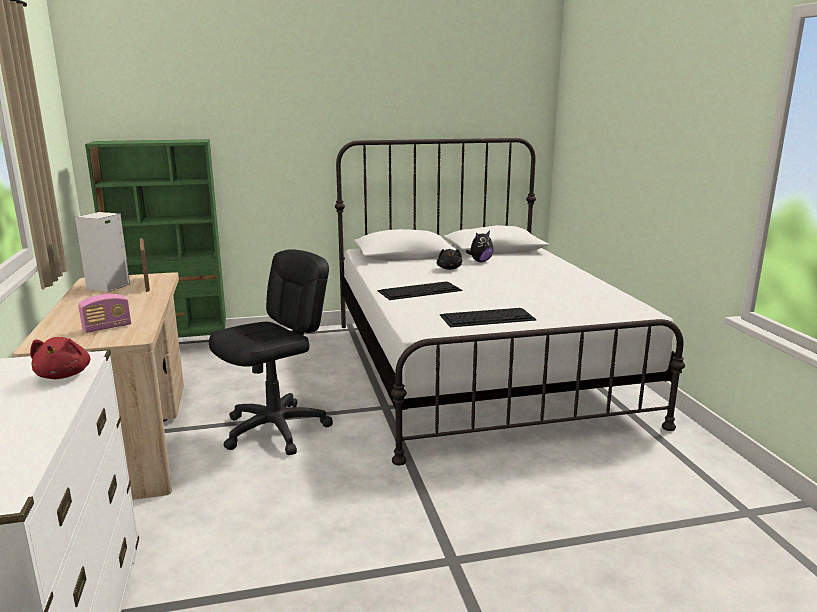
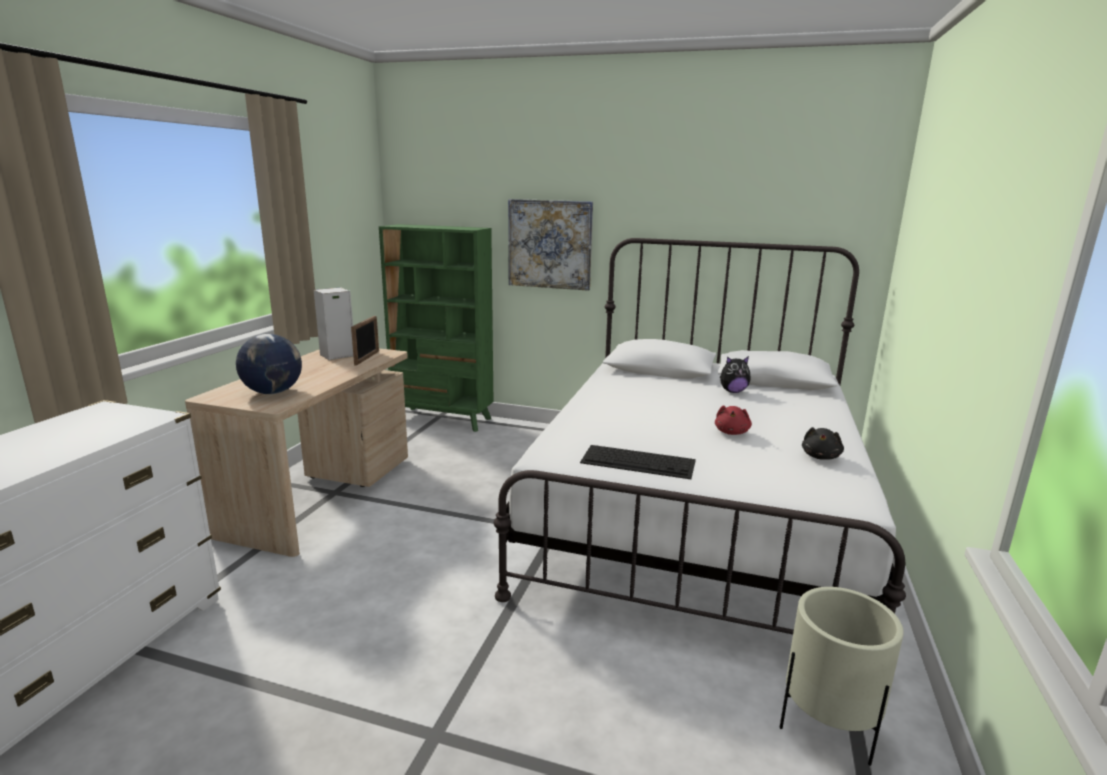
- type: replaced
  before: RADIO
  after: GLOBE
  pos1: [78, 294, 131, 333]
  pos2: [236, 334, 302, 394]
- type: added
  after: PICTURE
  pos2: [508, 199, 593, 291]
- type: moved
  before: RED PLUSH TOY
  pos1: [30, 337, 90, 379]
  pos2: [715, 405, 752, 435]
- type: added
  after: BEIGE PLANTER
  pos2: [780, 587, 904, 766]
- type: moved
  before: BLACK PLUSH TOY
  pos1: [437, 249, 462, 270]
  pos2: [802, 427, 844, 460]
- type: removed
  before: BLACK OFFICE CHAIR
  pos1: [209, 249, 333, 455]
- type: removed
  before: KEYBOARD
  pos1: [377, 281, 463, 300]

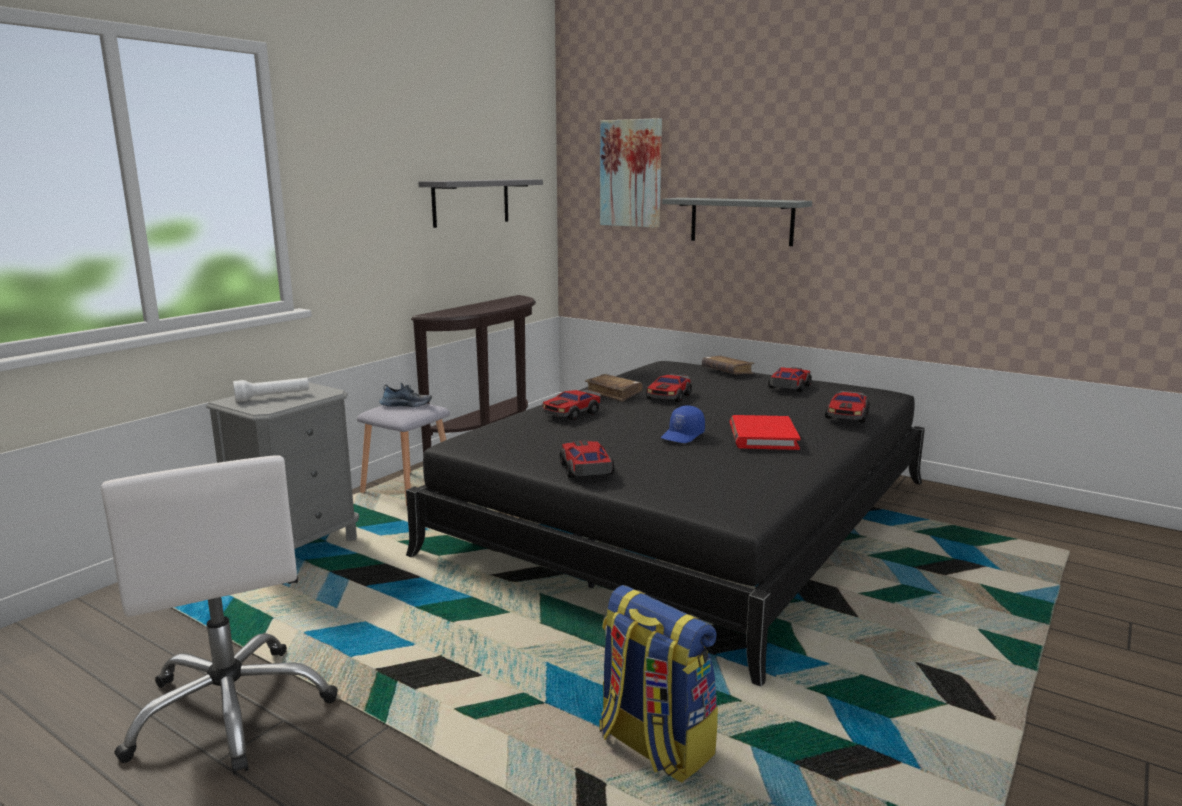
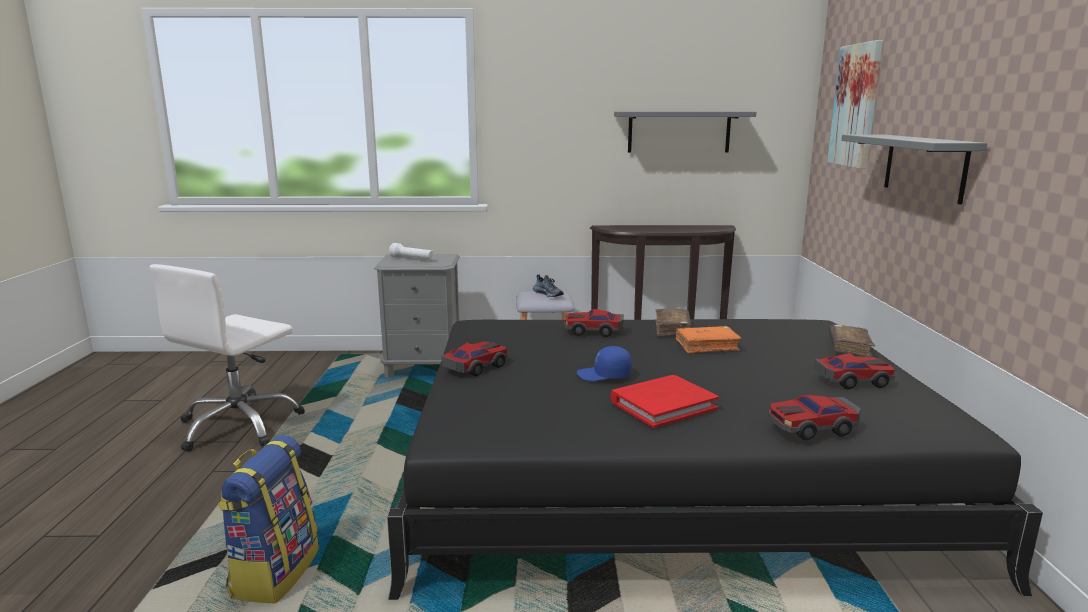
- type: replaced
  before: TOY CAR
  after: ORANGE BOOK
  pos1: [646, 374, 692, 402]
  pos2: [676, 326, 741, 353]

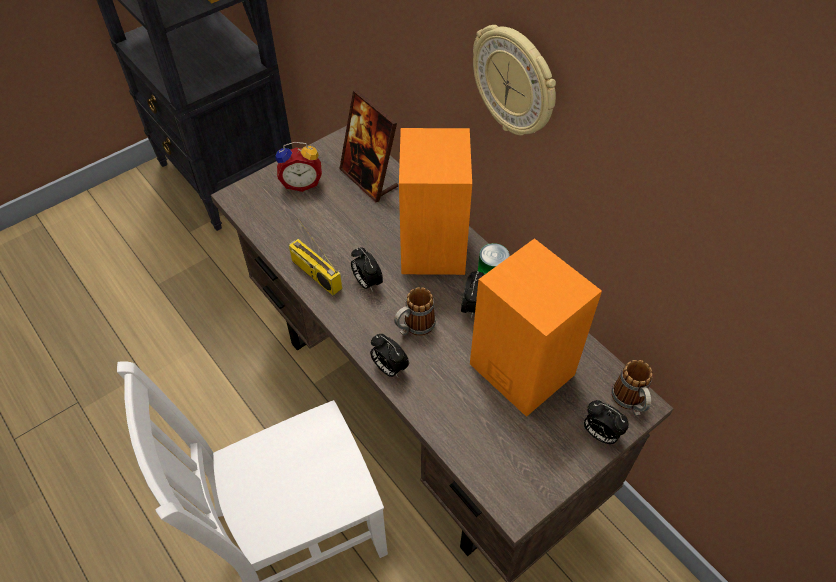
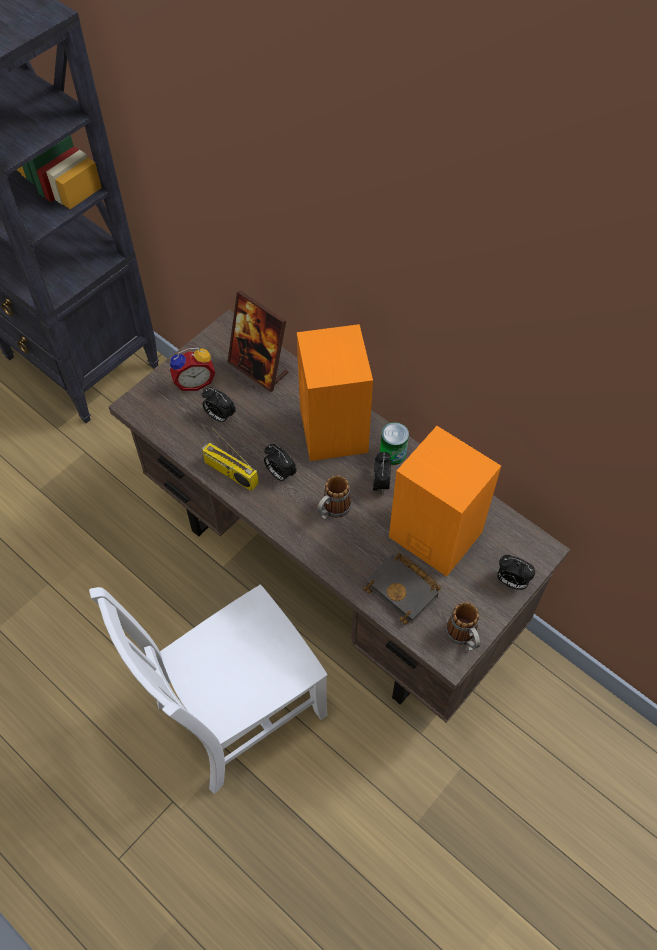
- type: moved
  before: ALARM CLOCK
  pos1: [370, 334, 409, 377]
  pos2: [202, 387, 236, 422]
- type: added
  after: BLACK BOOK
  pos2: [363, 553, 441, 625]
- type: moved
  before: MUG
  pos1: [611, 360, 653, 416]
  pos2: [446, 602, 480, 651]
- type: removed
  before: WALL CLOCK
  pos1: [473, 25, 556, 136]

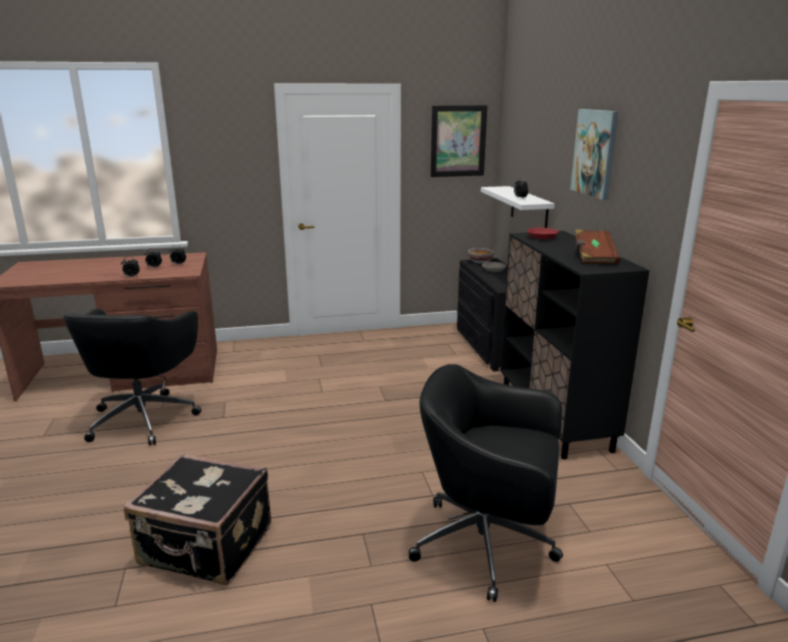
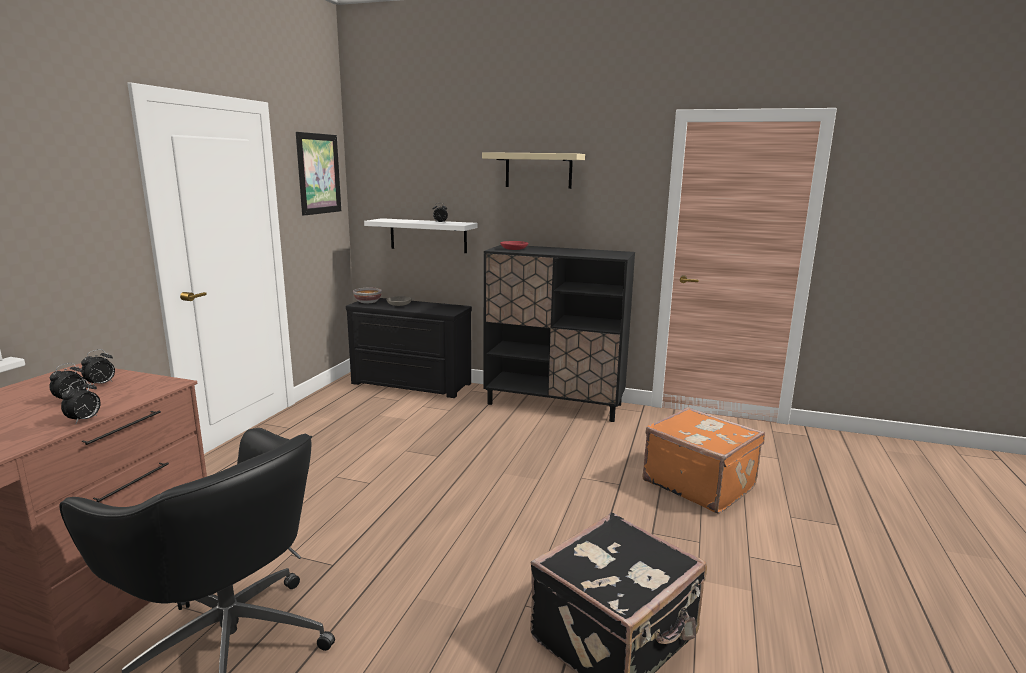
- type: replaced
  before: PICTURE
  after: BEIGE SHELF
  pos1: [570, 109, 619, 200]
  pos2: [482, 152, 585, 189]
- type: replaced
  before: BLACK OFFICE CHAIR
  after: ORANGE SUITCASE
  pos1: [409, 364, 563, 602]
  pos2: [642, 407, 765, 514]
- type: removed
  before: BROWN BOOK
  pos1: [575, 229, 620, 264]

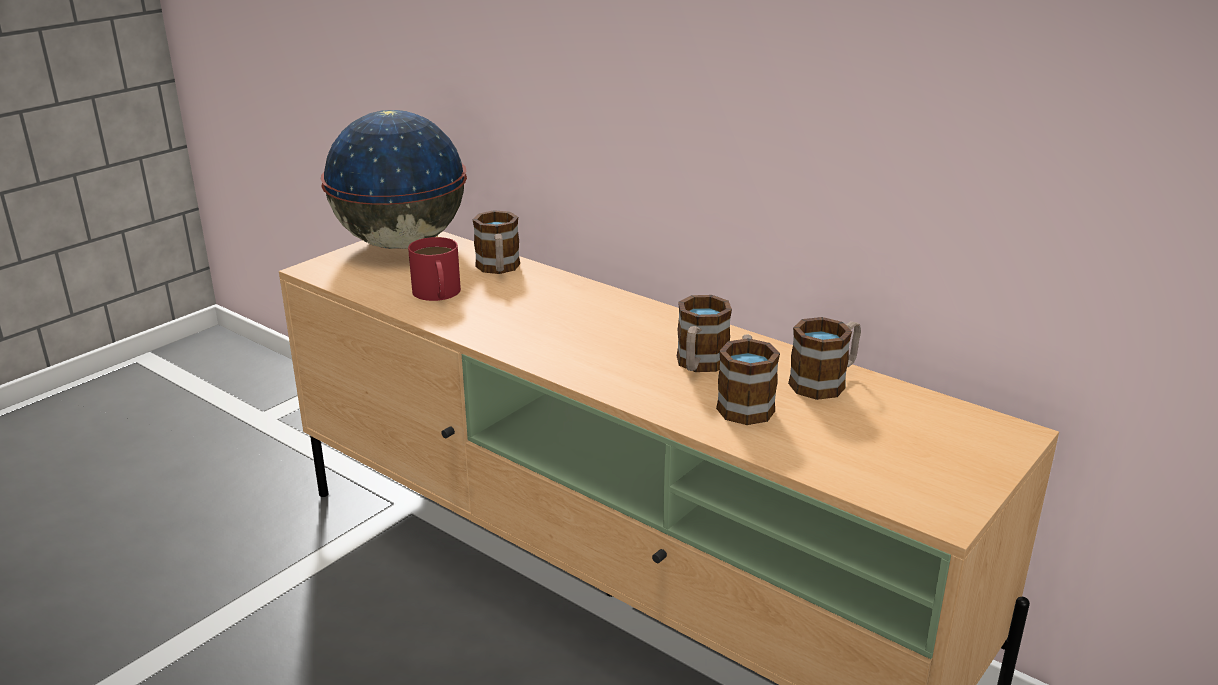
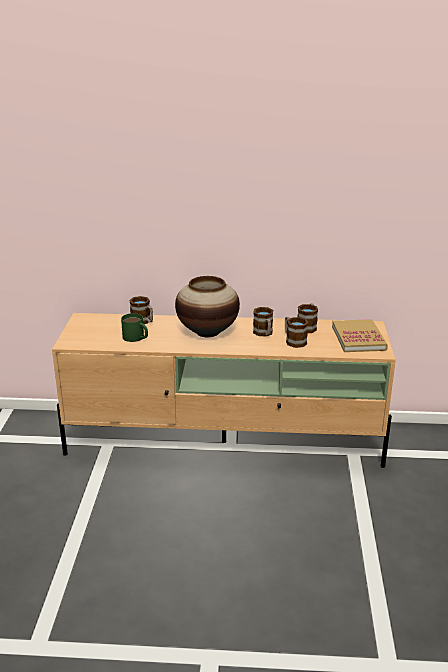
- type: recoloured
  before: RED MUG
  after: GREEN MUG
  pos1: [408, 237, 461, 301]
  pos2: [121, 313, 148, 342]
- type: added
  after: VASE
  pos2: [175, 276, 240, 337]
- type: added
  after: BOOK
  pos2: [332, 319, 388, 352]
- type: removed
  before: GLOBE
  pos1: [321, 110, 467, 249]

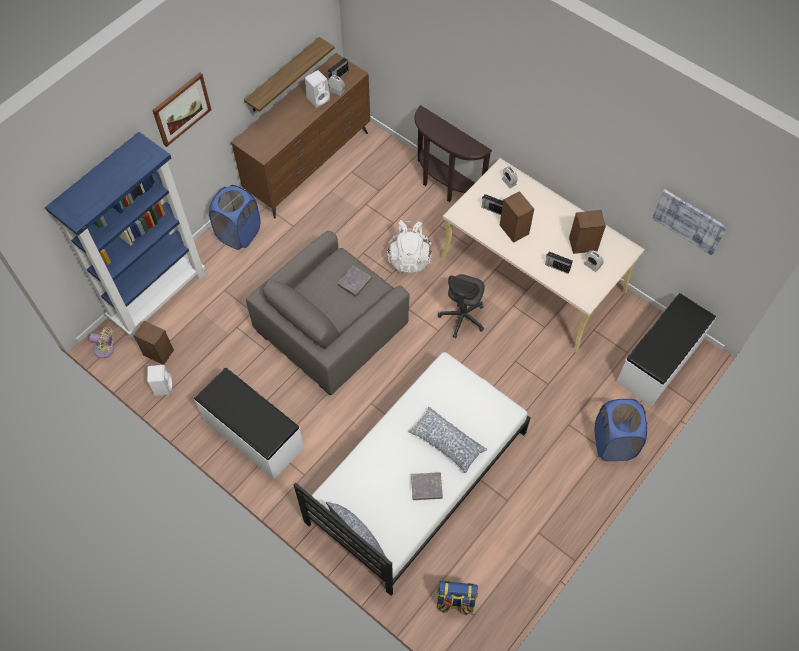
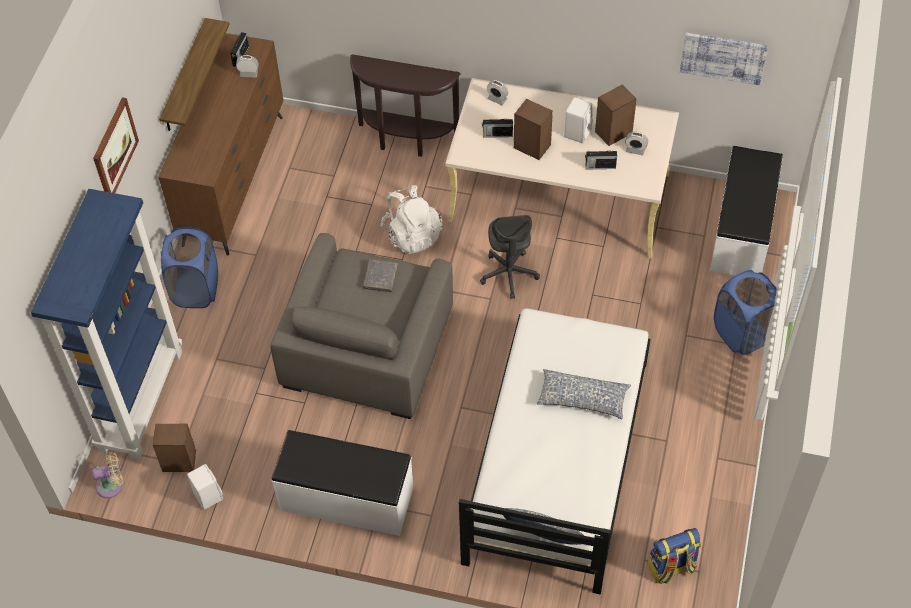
- type: moved
  before: WHITE SPEAKER
  pos1: [305, 70, 330, 108]
  pos2: [564, 97, 593, 143]
- type: removed
  before: GREY BOOK
  pos1: [411, 472, 443, 500]

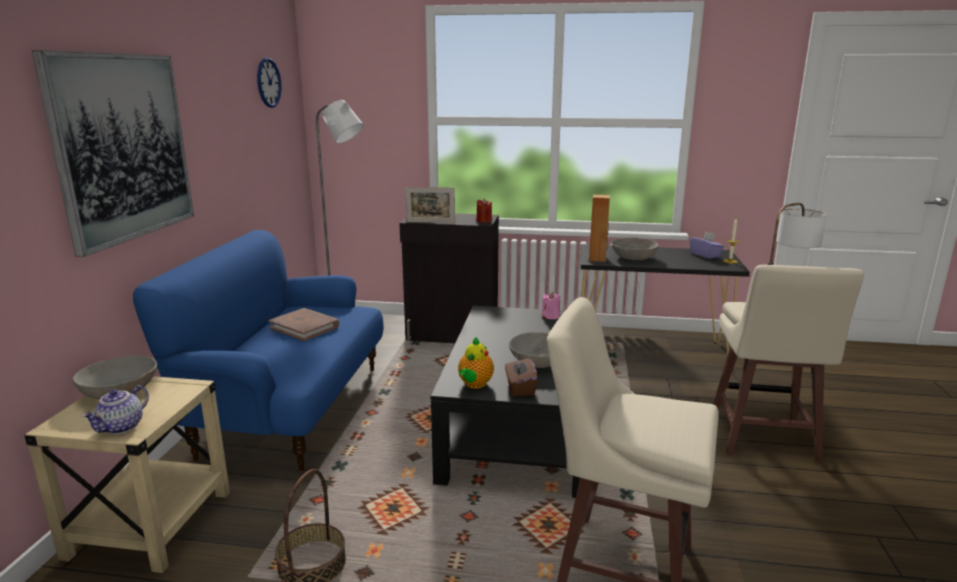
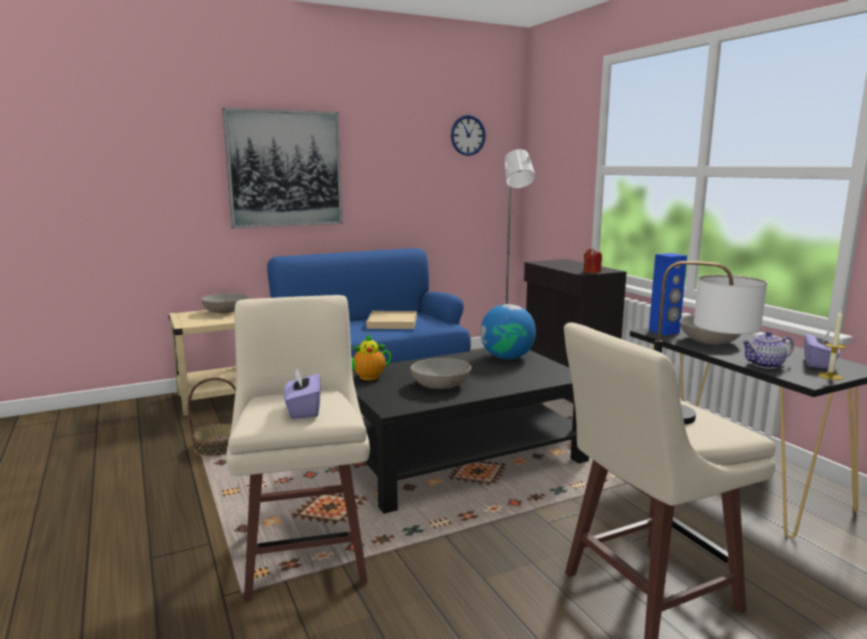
- type: added
  after: PURPLE TISSUE BOX
  pos2: [284, 368, 321, 419]
- type: replaced
  before: BROWN BOOK
  after: BEIGE TRAY
  pos1: [269, 308, 339, 341]
  pos2: [366, 311, 417, 329]
- type: added
  after: GLOBE
  pos2: [480, 304, 536, 359]
- type: recoloured
  before: BROWN SPEAKER
  after: BLUE SPEAKER
  pos1: [589, 195, 610, 262]
  pos2: [649, 253, 687, 335]
- type: moved
  before: TEAPOT
  pos1: [82, 385, 149, 434]
  pos2: [741, 331, 794, 369]
- type: removed
  before: PICTURE FRAME
  pos1: [405, 187, 455, 223]
- type: removed
  before: BROWN TISSUE BOX
  pos1: [505, 356, 538, 396]
- type: removed
  before: PINK CANDLE
  pos1: [542, 292, 561, 319]

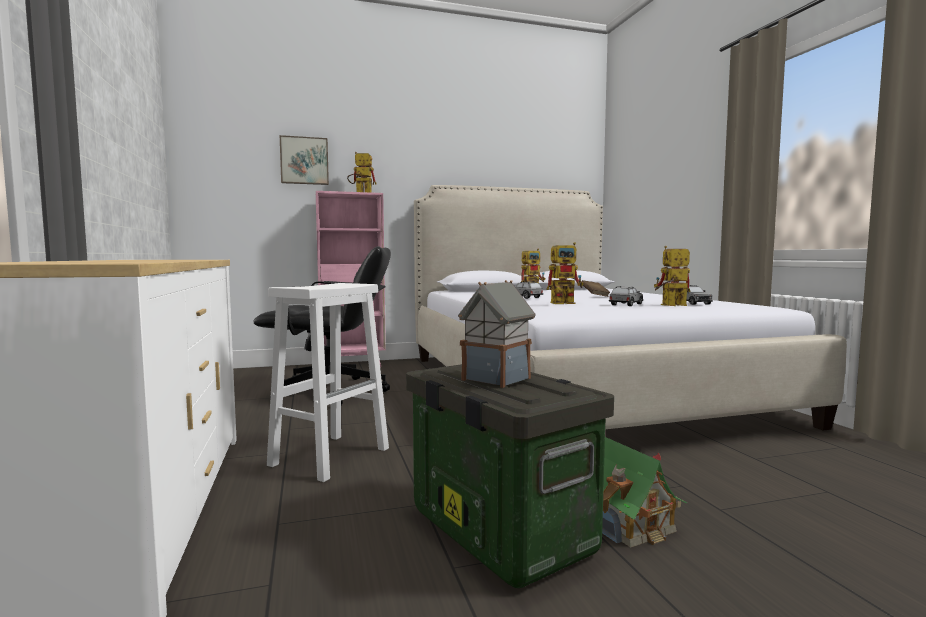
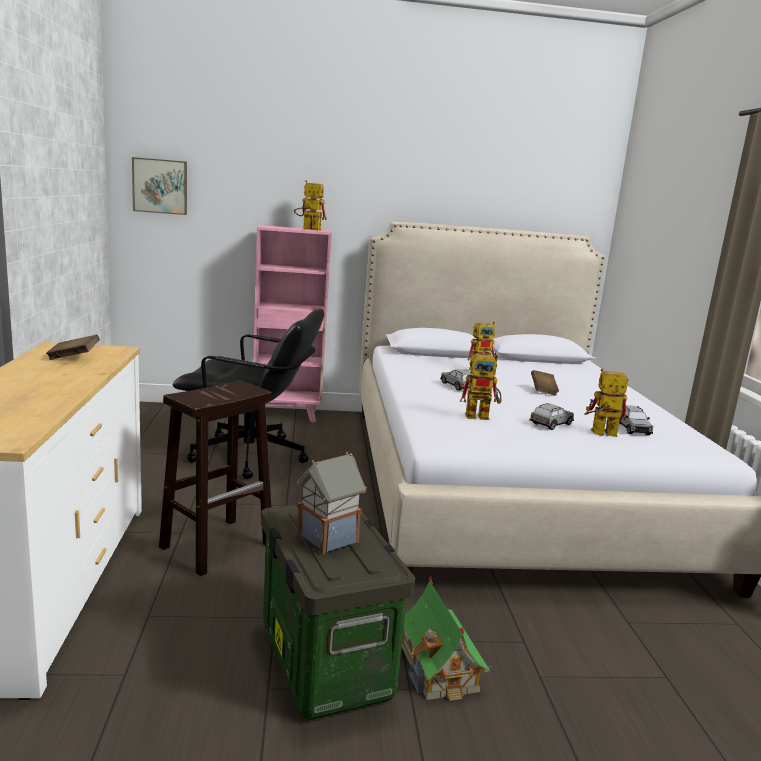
- type: added
  after: BROWN BOOK
  pos2: [46, 335, 99, 360]
- type: moved
  before: PICTURE
  pos1: [280, 135, 329, 185]
  pos2: [132, 157, 187, 215]
- type: recoloured
  before: WHITE STOOL
  after: BROWN STOOL
  pos1: [267, 283, 389, 482]
  pos2: [159, 380, 272, 576]

